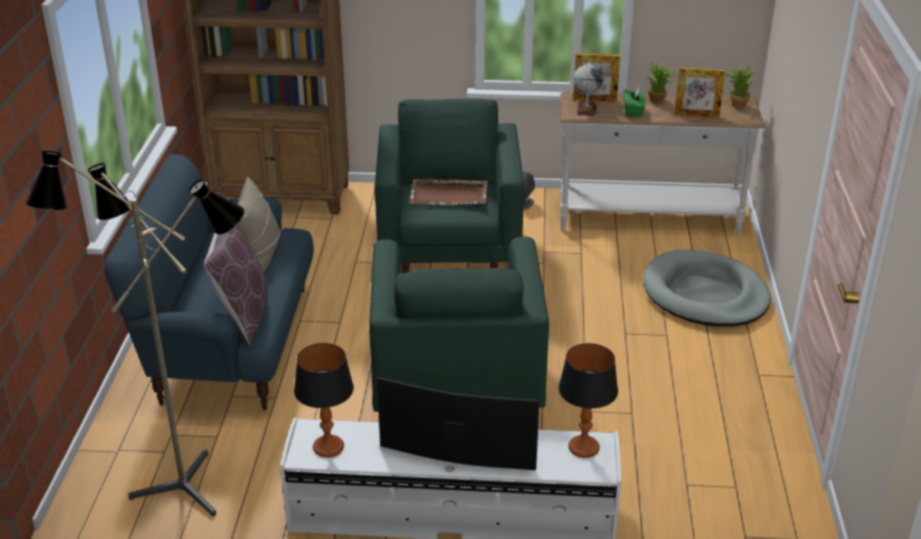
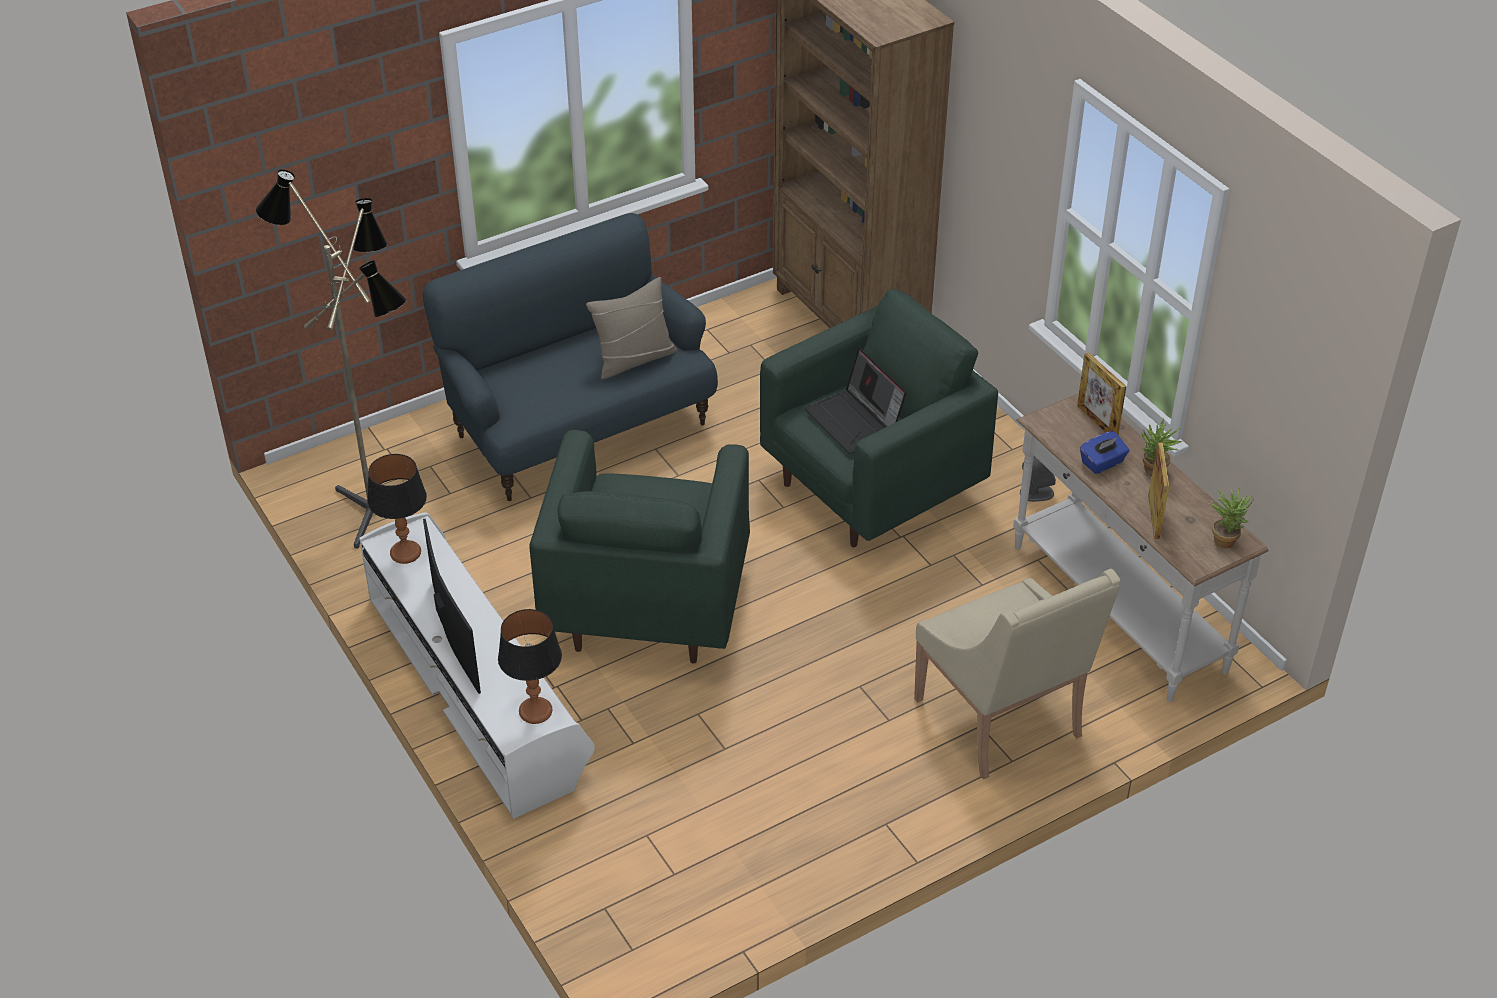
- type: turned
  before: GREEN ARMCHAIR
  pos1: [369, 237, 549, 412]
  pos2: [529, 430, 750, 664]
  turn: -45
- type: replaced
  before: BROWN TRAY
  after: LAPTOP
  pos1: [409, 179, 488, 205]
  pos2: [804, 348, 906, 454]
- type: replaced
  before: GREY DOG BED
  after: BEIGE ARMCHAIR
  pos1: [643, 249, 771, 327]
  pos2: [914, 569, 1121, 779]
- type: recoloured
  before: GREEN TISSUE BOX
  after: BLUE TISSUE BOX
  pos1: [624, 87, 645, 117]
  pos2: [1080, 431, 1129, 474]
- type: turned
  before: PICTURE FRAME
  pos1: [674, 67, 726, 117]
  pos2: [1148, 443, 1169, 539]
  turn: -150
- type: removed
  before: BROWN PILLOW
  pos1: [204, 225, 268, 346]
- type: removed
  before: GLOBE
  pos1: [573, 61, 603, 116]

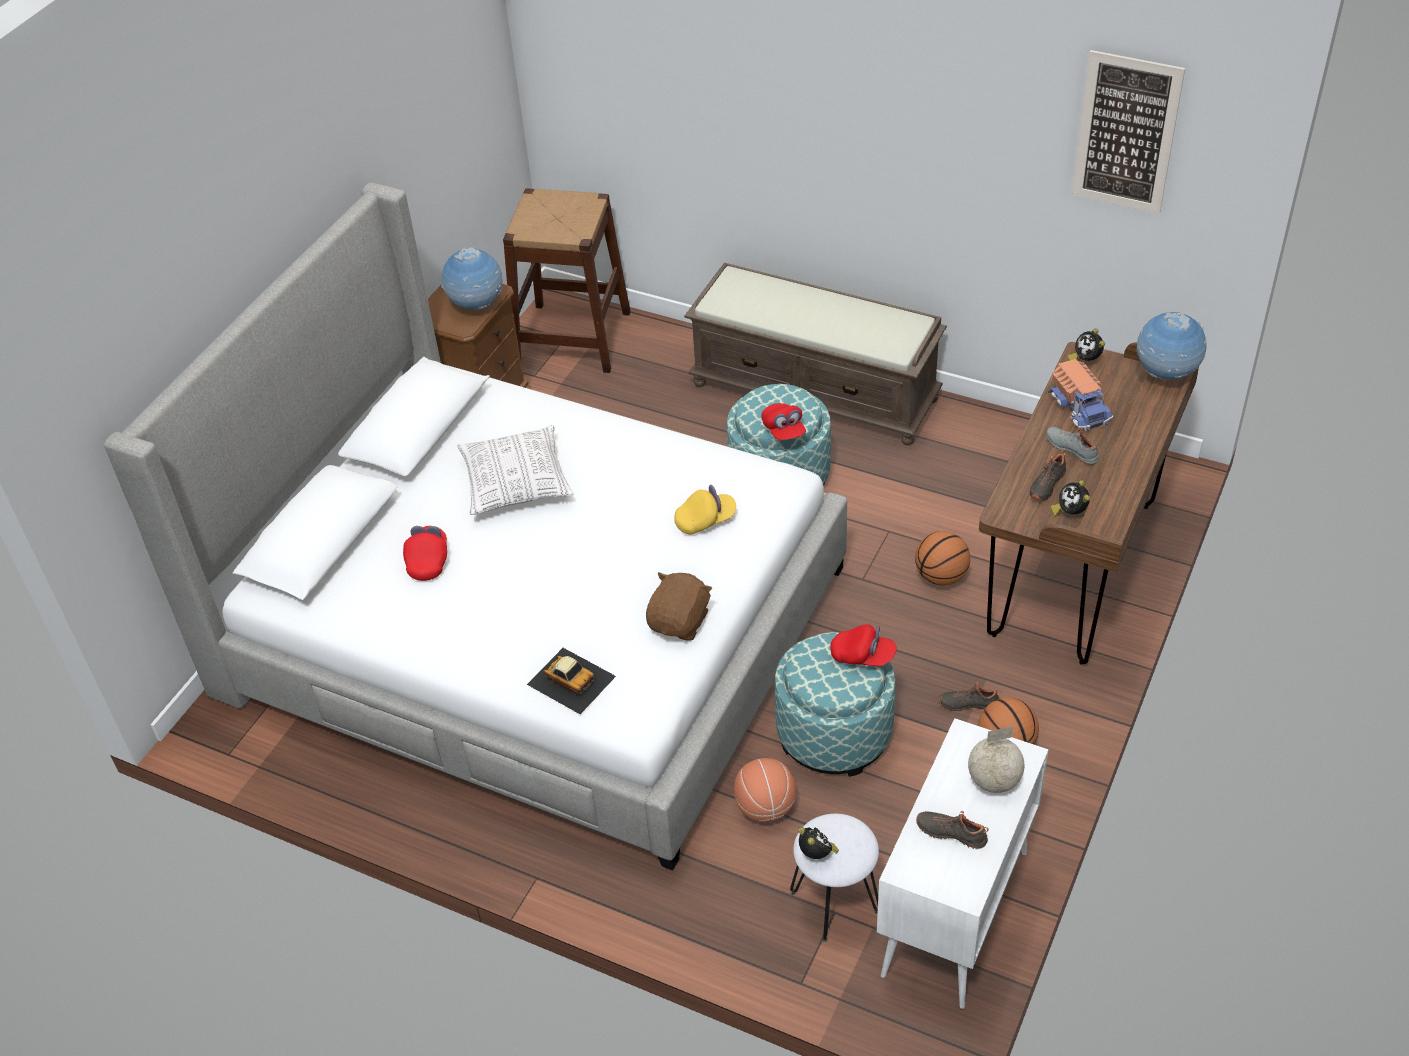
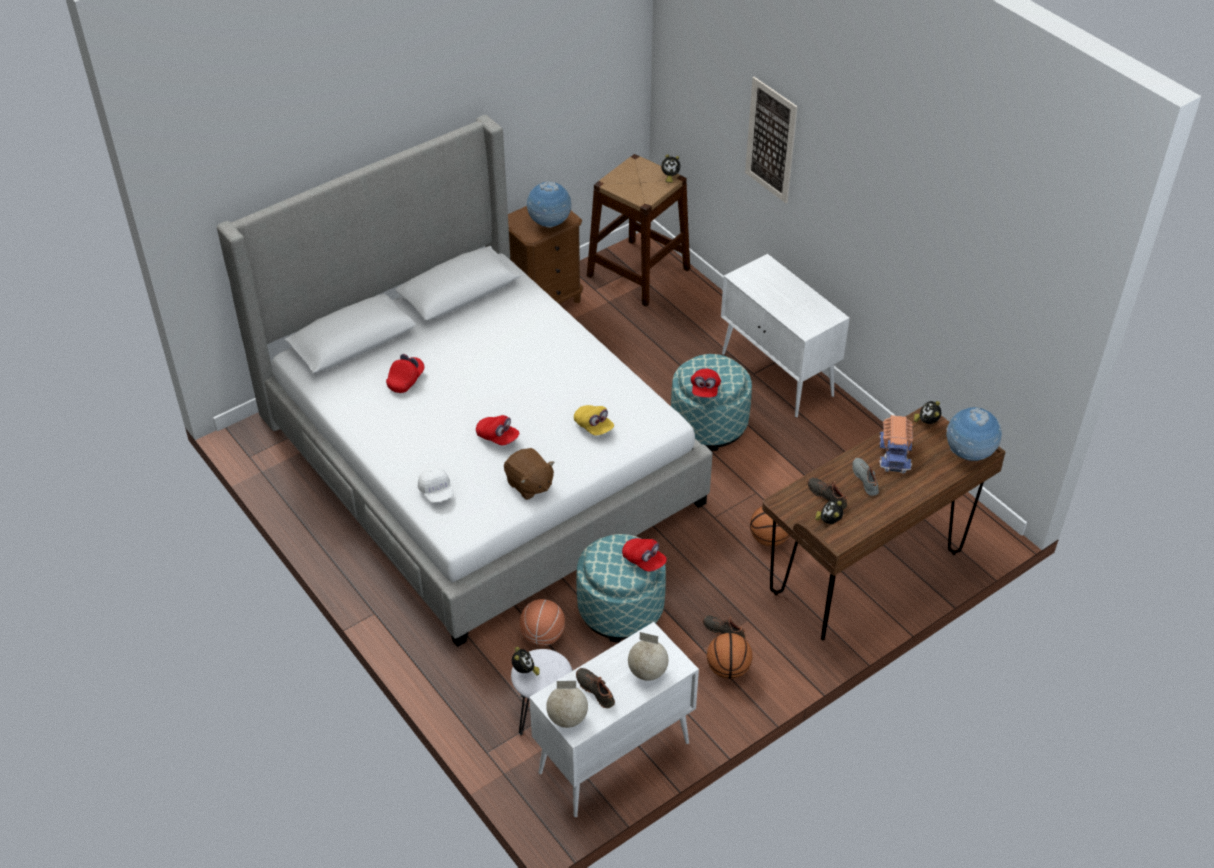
- type: replaced
  before: TOY CAR
  after: WHITE CAP
  pos1: [527, 648, 616, 714]
  pos2: [418, 467, 453, 503]
- type: added
  after: RED CAP
  pos2: [476, 415, 519, 445]
- type: turned
  before: BROWN PLUSH TOY
  pos1: [646, 572, 713, 640]
  pos2: [504, 448, 555, 500]
  turn: 90
- type: added
  after: GLOBE
  pos2: [546, 681, 588, 728]
- type: turned
  before: YELLOW CAP
  pos1: [674, 485, 736, 535]
  pos2: [574, 405, 614, 435]
  turn: 45
- type: added
  after: ALARM CLOCK
  pos2: [661, 154, 680, 183]
- type: replaced
  before: BROWN BENCH
  after: WHITE CABINET
  pos1: [684, 263, 947, 446]
  pos2: [721, 254, 850, 418]
- type: moved
  before: PICTURE
  pos1: [1071, 50, 1185, 214]
  pos2: [745, 77, 798, 203]
- type: turned
  before: BLACK SHOE
  pos1: [1030, 450, 1066, 501]
  pos2: [807, 477, 847, 510]
  turn: 75
- type: removed
  before: PILLOW
  pos1: [457, 425, 573, 515]

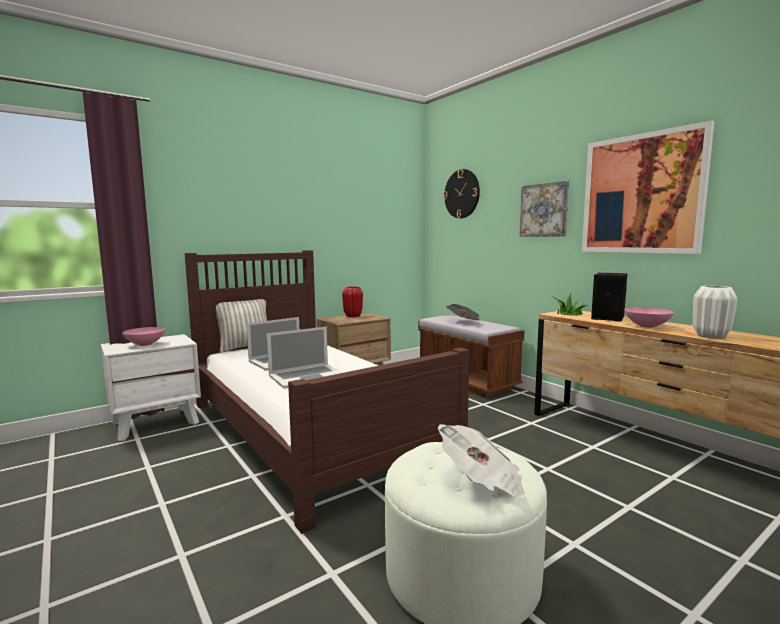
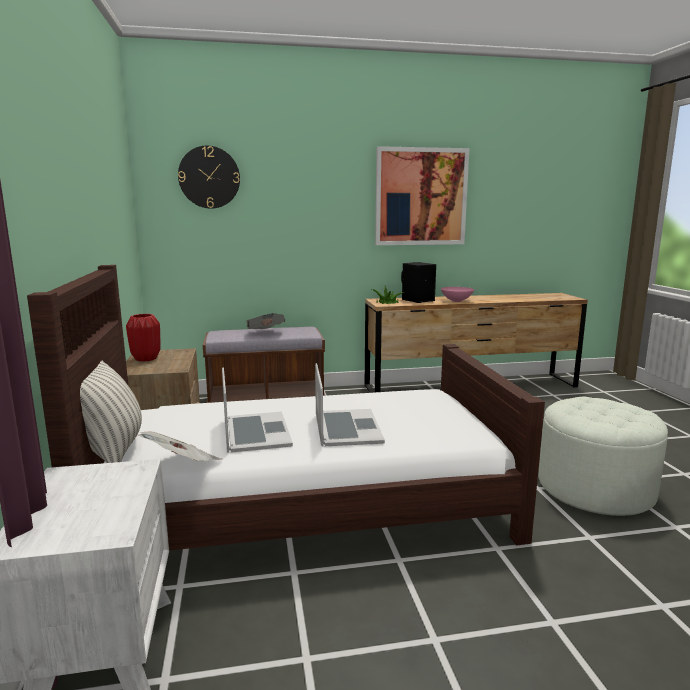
- type: moved
  before: NEWSPAPER
  pos1: [438, 424, 527, 499]
  pos2: [138, 432, 222, 462]
- type: removed
  before: PINK BOWL
  pos1: [122, 327, 165, 346]
- type: removed
  before: PICTURE
  pos1: [520, 181, 569, 237]
- type: removed
  before: WHITE VASE
  pos1: [693, 286, 738, 339]

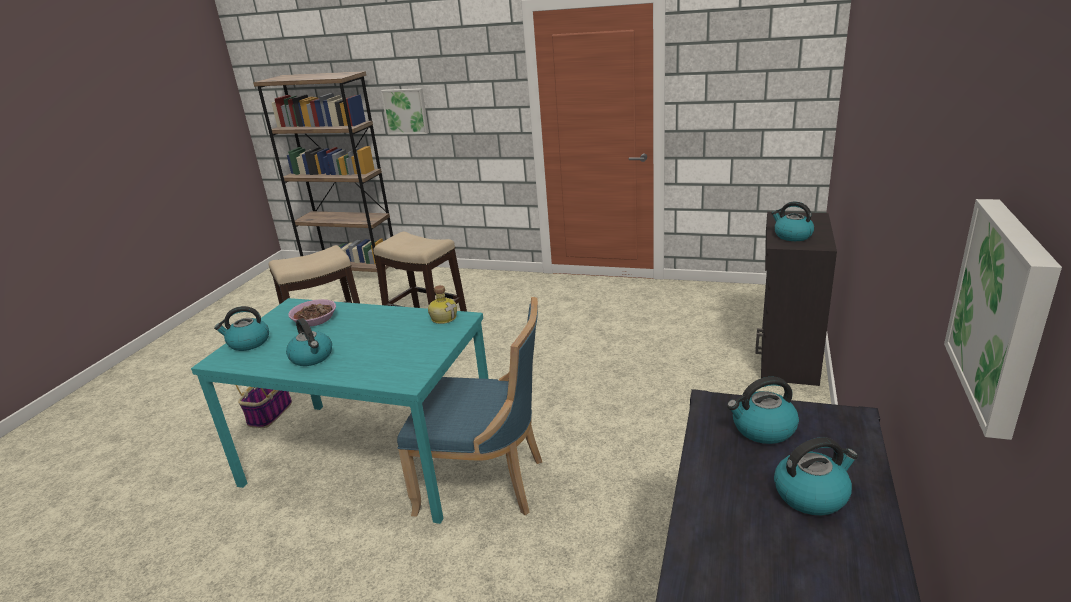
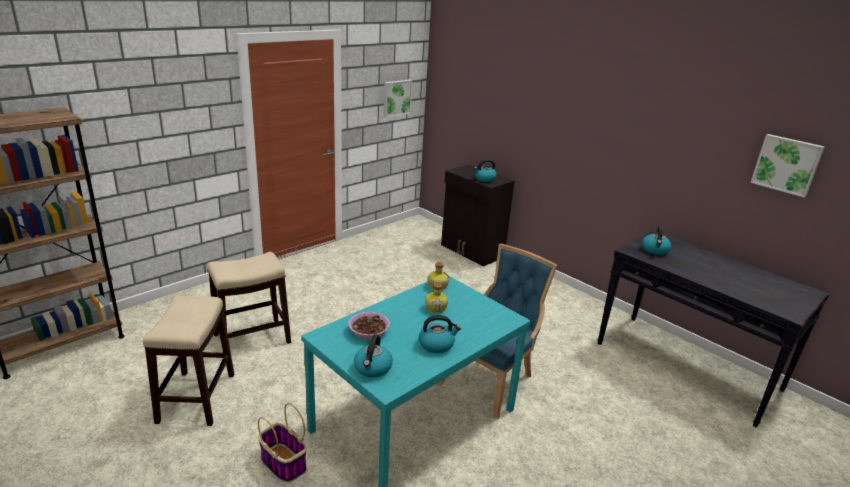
- type: moved
  before: PICTURE
  pos1: [381, 88, 429, 135]
  pos2: [383, 80, 412, 118]
- type: added
  after: BOTTLE
  pos2: [425, 283, 448, 313]
- type: removed
  before: KETTLE
  pos1: [774, 437, 858, 515]

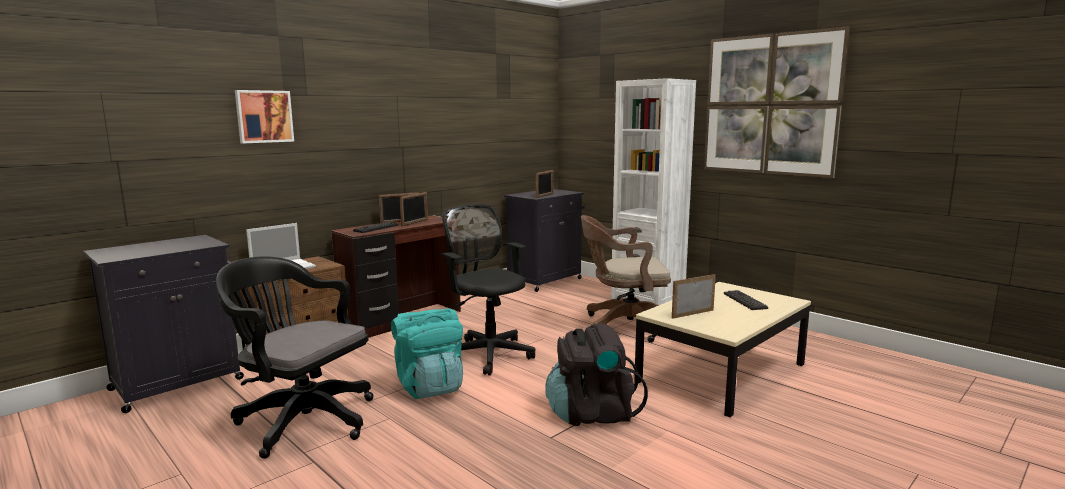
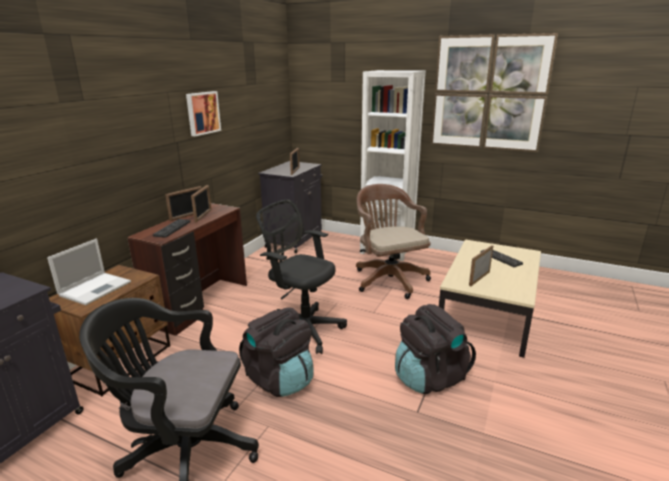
- type: moved
  before: PICTURE
  pos1: [235, 90, 294, 143]
  pos2: [186, 91, 221, 136]
- type: recoloured
  before: TURQUOISE BACKPACK
  after: BLACK BACKPACK
  pos1: [391, 308, 463, 399]
  pos2: [239, 307, 314, 397]
- type: turned
  before: BROWN OFFICE CHAIR
  pos1: [581, 215, 671, 343]
  pos2: [356, 184, 431, 299]
  turn: 90

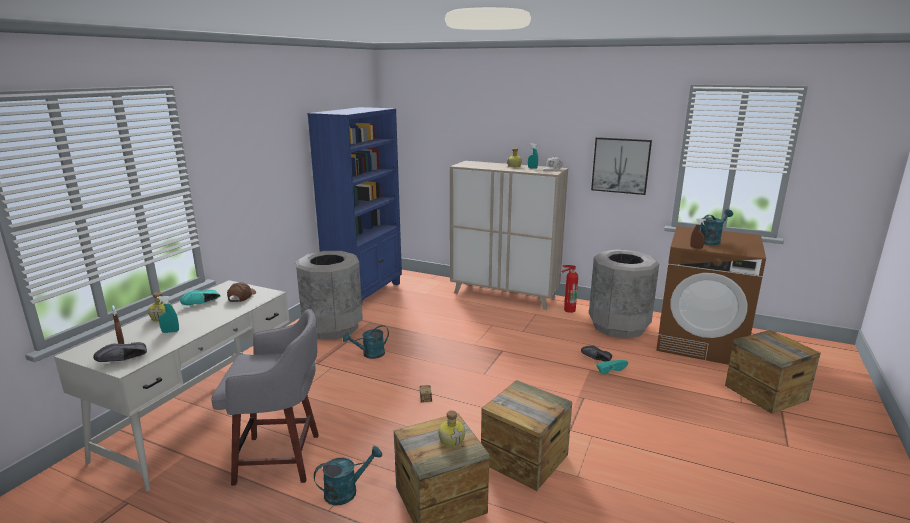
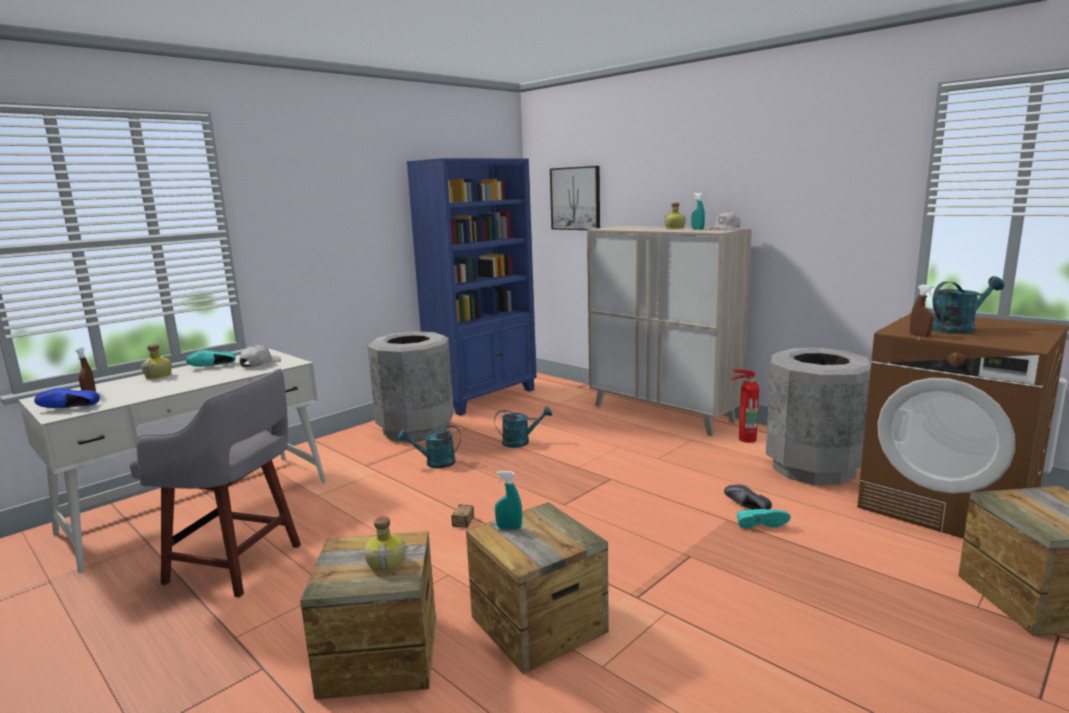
- type: recoloured
  before: BLACK SHOE
  after: BLUE SHOE
  pos1: [93, 342, 147, 362]
  pos2: [34, 388, 100, 408]
- type: recoloured
  before: BROWN CAP
  after: WHITE CAP
  pos1: [227, 282, 256, 302]
  pos2: [239, 345, 281, 367]
- type: moved
  before: TURQUOISE WATERING CAN
  pos1: [314, 446, 382, 506]
  pos2: [494, 406, 552, 448]
- type: moved
  before: TURQUOISE SPRAY BOTTLE
  pos1: [157, 296, 179, 333]
  pos2: [495, 471, 522, 529]
- type: moved
  before: PICTURE
  pos1: [591, 137, 652, 195]
  pos2: [550, 166, 600, 230]

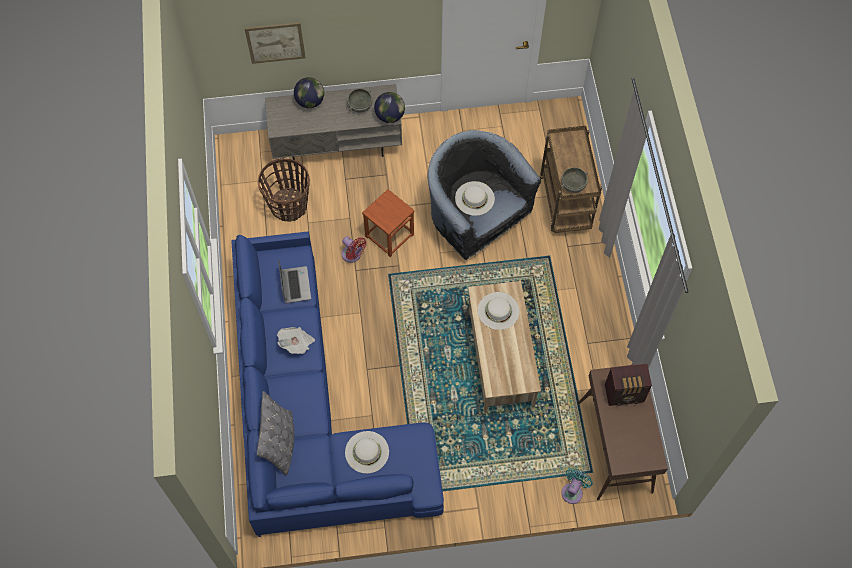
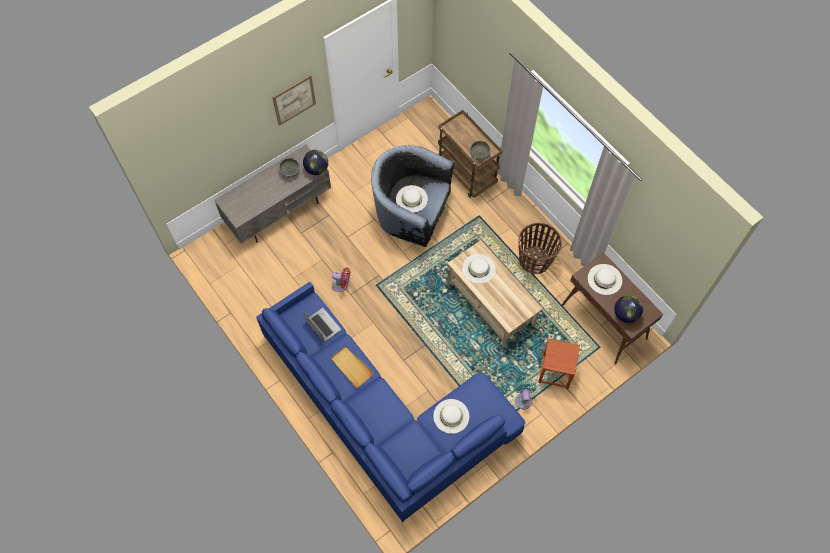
- type: moved
  before: PICTURE
  pos1: [244, 22, 306, 64]
  pos2: [272, 75, 316, 126]
- type: replaced
  before: NEWSPAPER
  after: BEIGE TRAY
  pos1: [277, 327, 315, 354]
  pos2: [330, 346, 374, 388]
- type: moved
  before: TURQUOISE FAN
  pos1: [561, 468, 593, 504]
  pos2: [513, 382, 537, 409]
- type: moved
  before: BASKET
  pos1: [258, 158, 310, 222]
  pos2: [518, 223, 562, 274]
- type: moved
  before: BROWN STOOL
  pos1: [362, 189, 415, 257]
  pos2: [538, 339, 580, 389]
- type: replaced
  before: RADIO
  after: WHITE HAT
  pos1: [605, 364, 652, 406]
  pos2: [588, 264, 622, 295]
- type: moved
  before: GLOBE
  pos1: [294, 77, 324, 108]
  pos2: [614, 295, 643, 323]
- type: removed
  before: GREY PILLOW
  pos1: [257, 391, 294, 475]

